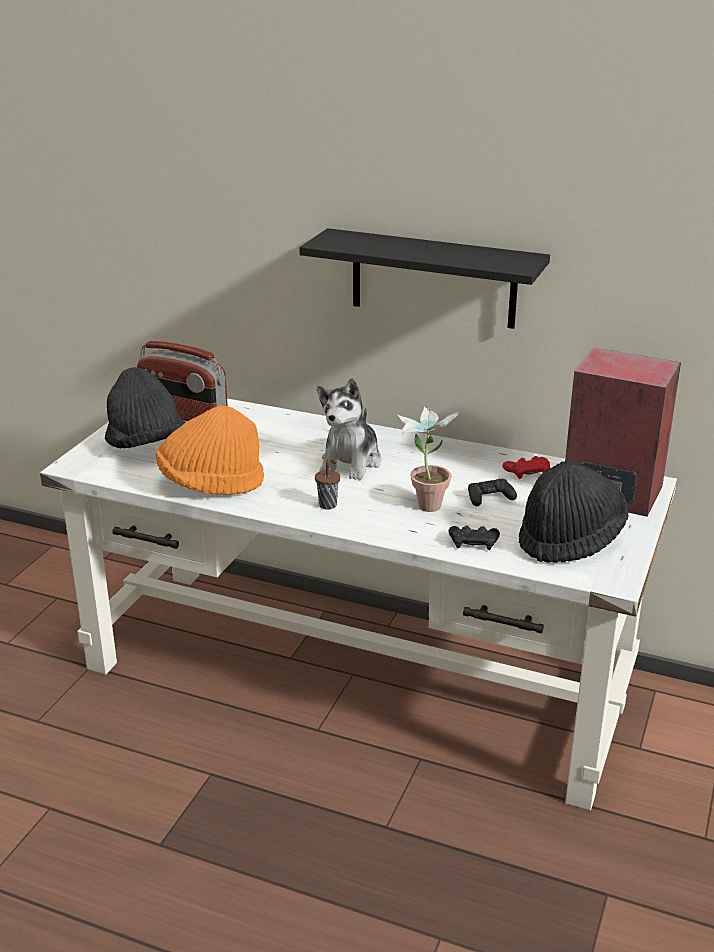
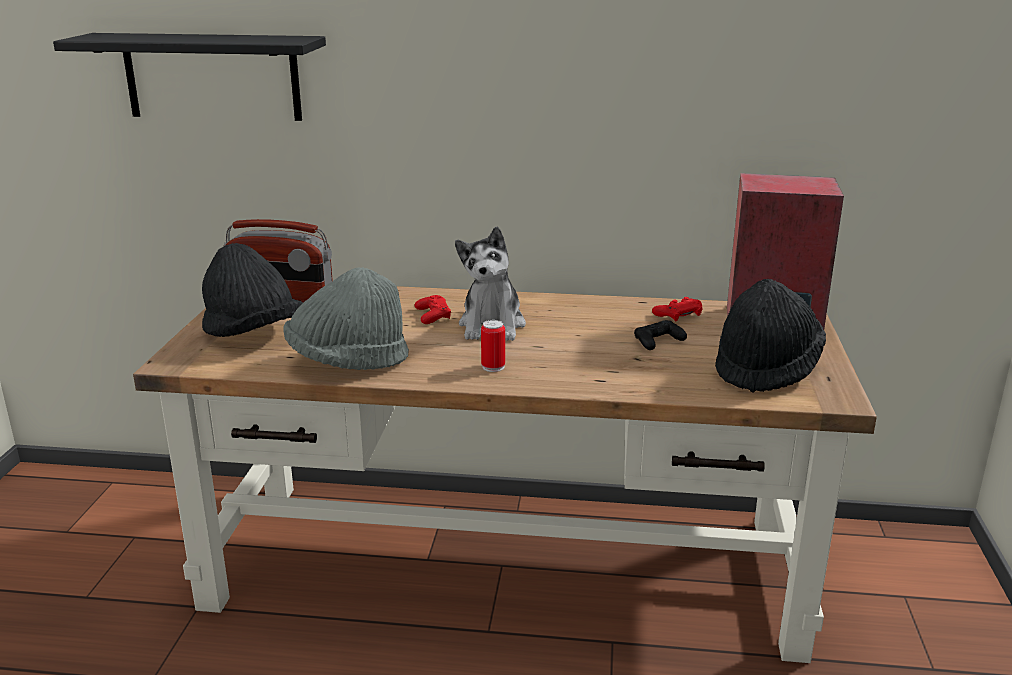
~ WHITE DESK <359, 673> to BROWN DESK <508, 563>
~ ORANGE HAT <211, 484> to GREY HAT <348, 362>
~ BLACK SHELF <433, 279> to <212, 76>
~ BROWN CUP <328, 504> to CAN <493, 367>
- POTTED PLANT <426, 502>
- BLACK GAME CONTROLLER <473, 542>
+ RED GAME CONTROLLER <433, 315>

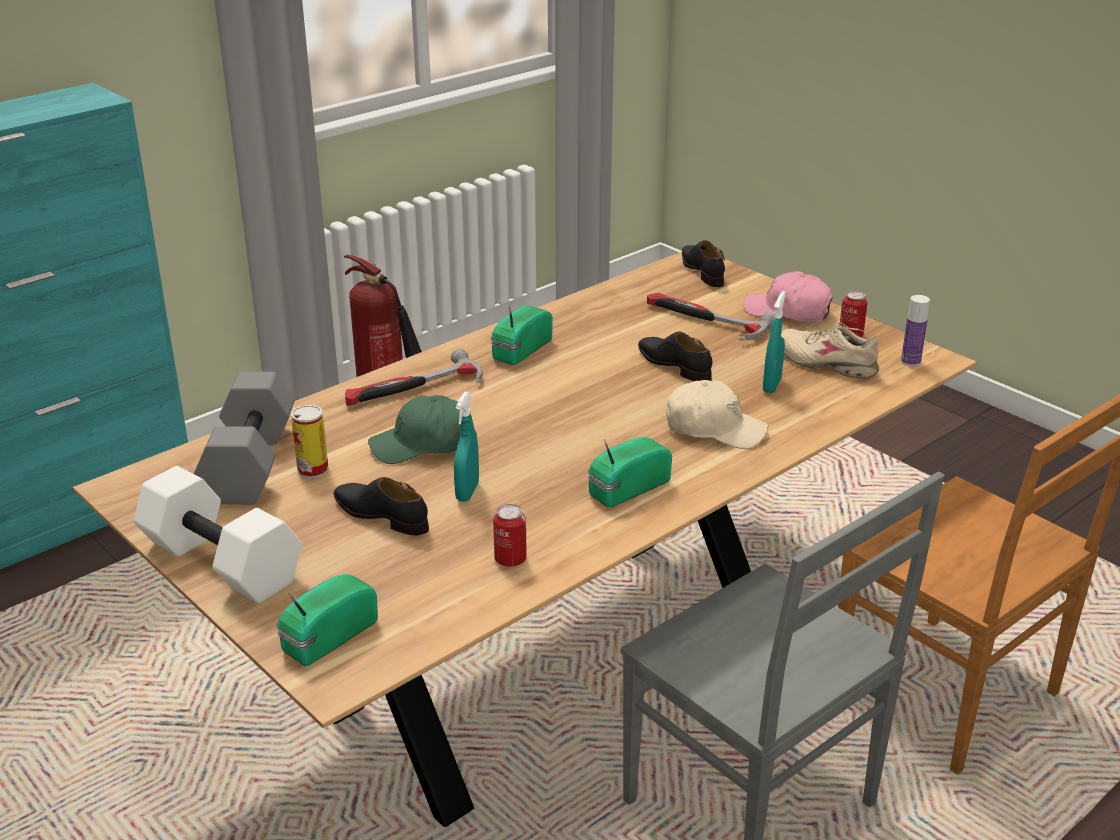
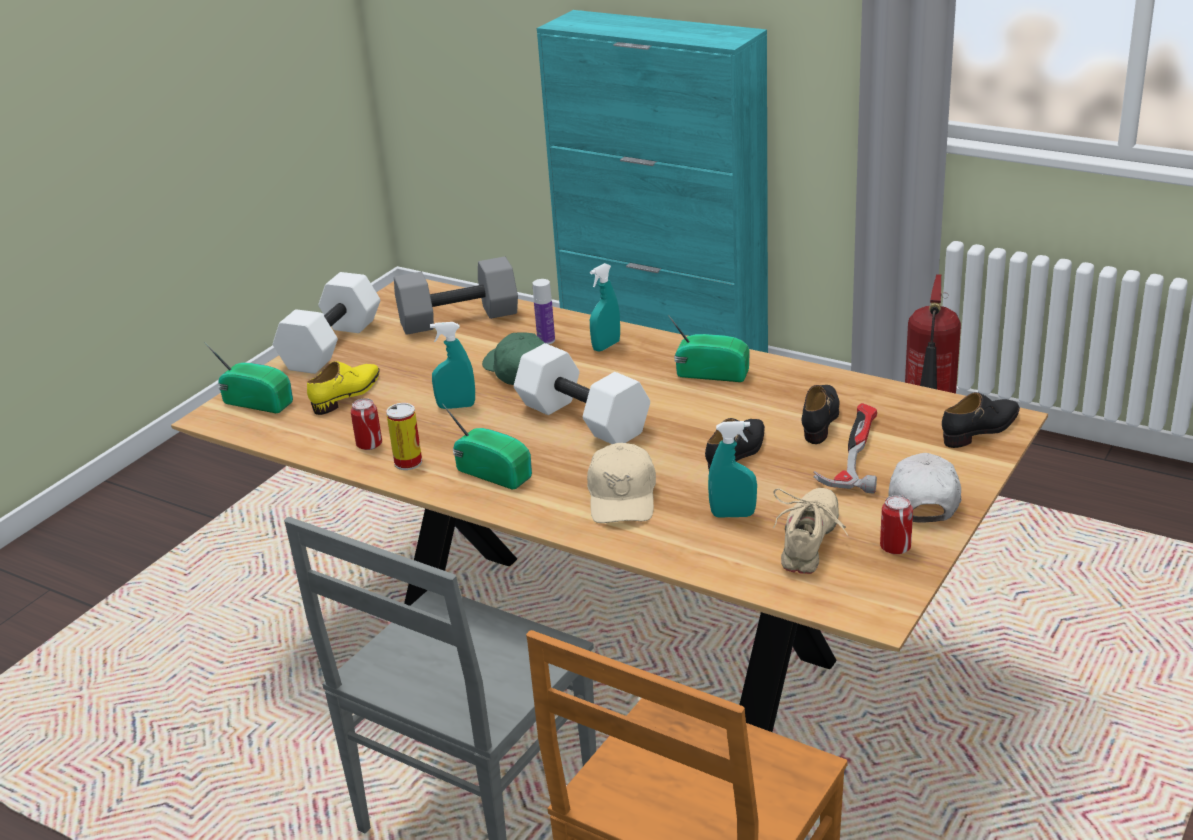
~ CAN <313, 470> to <408, 462>
~ BLACK SHOE <381, 515> to <820, 419>
~ HAMMER <414, 389> to TURQUOISE SPRAY BOTTLE <606, 346>
~ PINK CAP <788, 311> to WHITE CAP <922, 498>
~ BOTTLE <910, 362> to <546, 340>
+ YELLOW SHOE <347, 394>
+ WHITE DUMBBELL <580, 419>

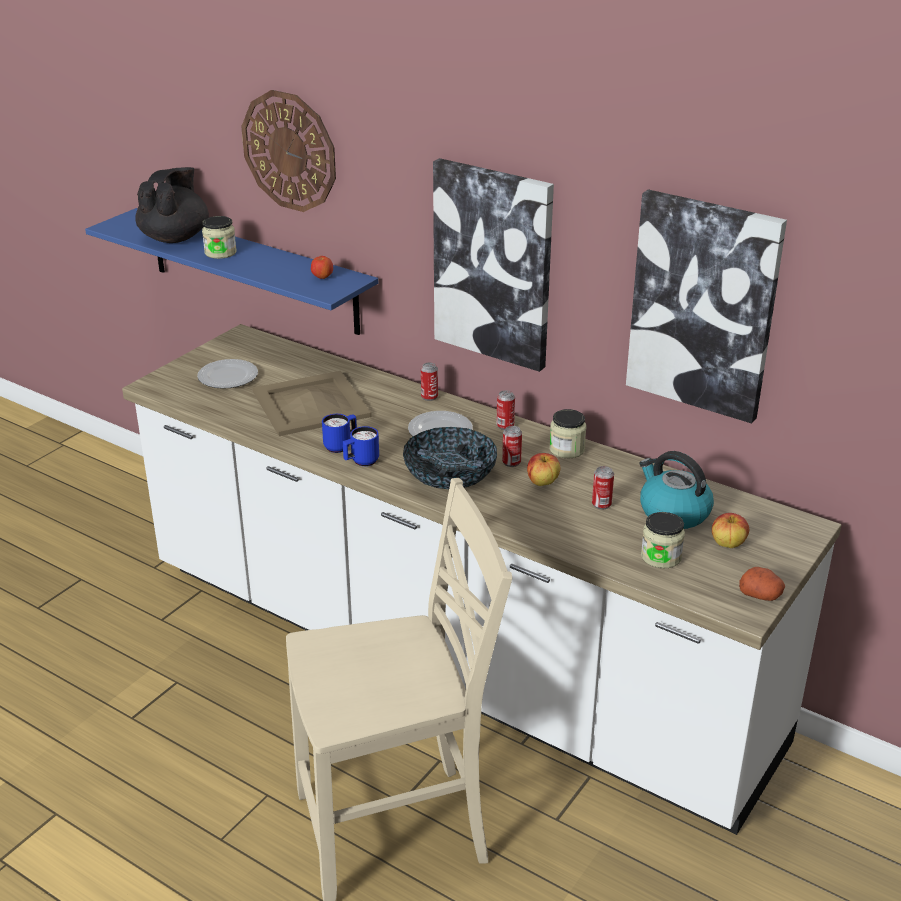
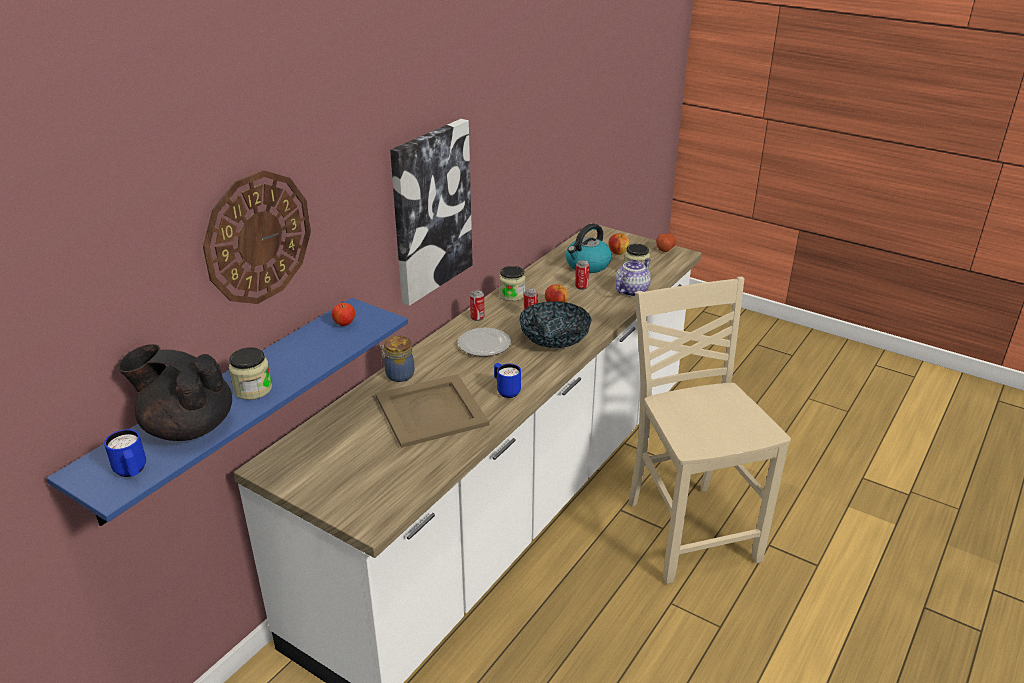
- PLATE <228, 377>
~ BLUE MUG <361, 462> to <132, 472>
- CAN <429, 397>
- PICTURE <703, 305>
+ JAR <398, 375>
+ TEAPOT <632, 290>

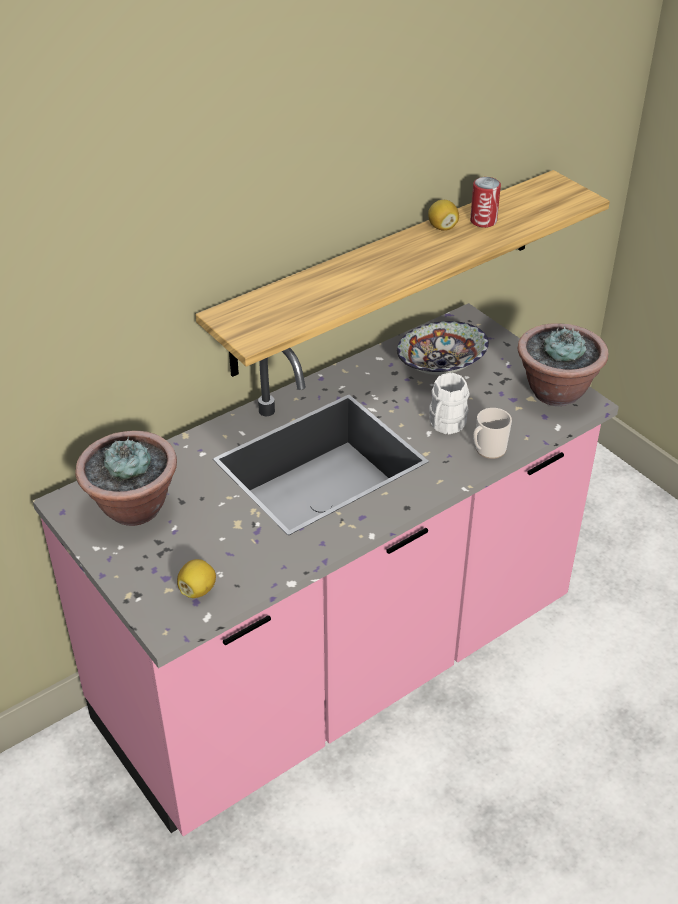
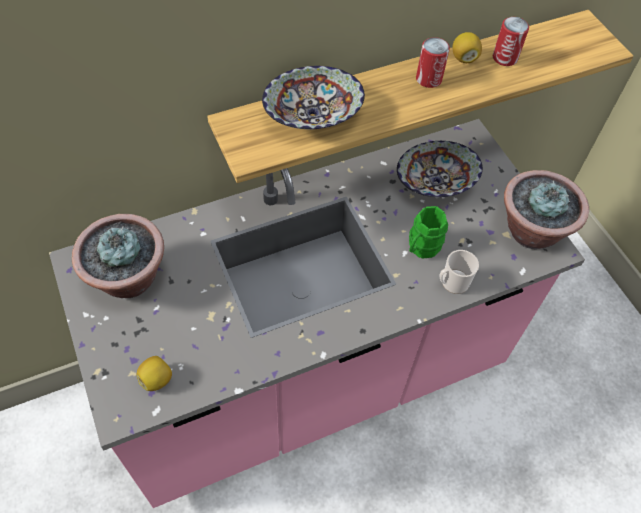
~ WHITE MUG <445, 425> to GREEN MUG <421, 247>
+ BOWL <312, 116>
+ CAN <428, 79>

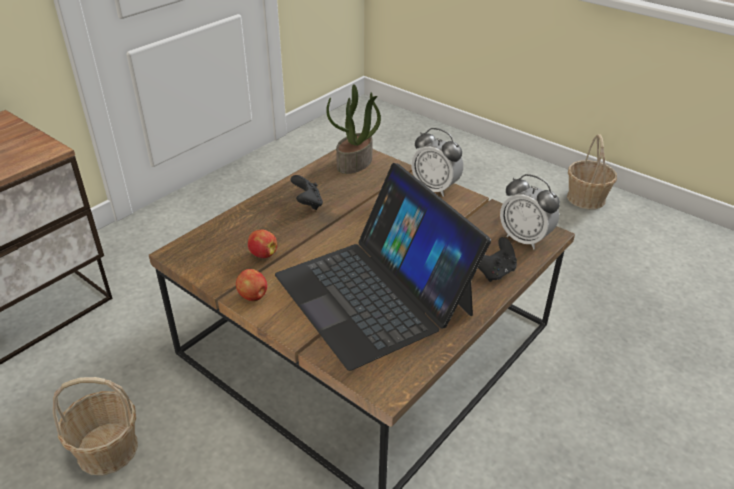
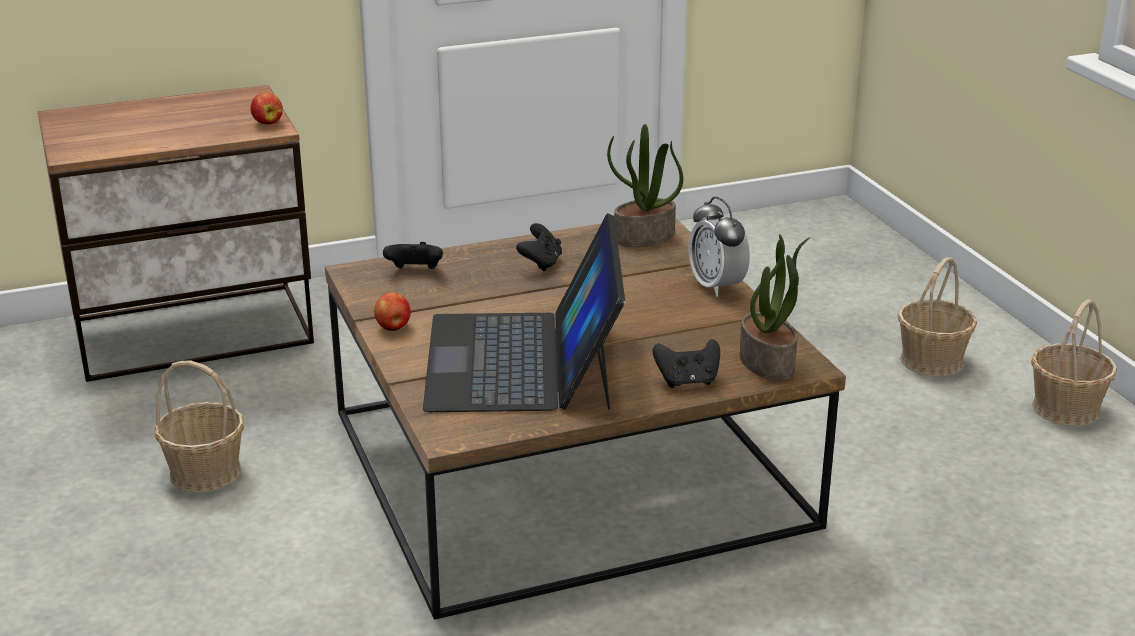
~ APPLE <263, 254> to <267, 123>
~ ALARM CLOCK <524, 239> to POTTED PLANT <768, 363>
+ BLACK GAME CONTROLLER <415, 272>
+ BASKET <932, 361>

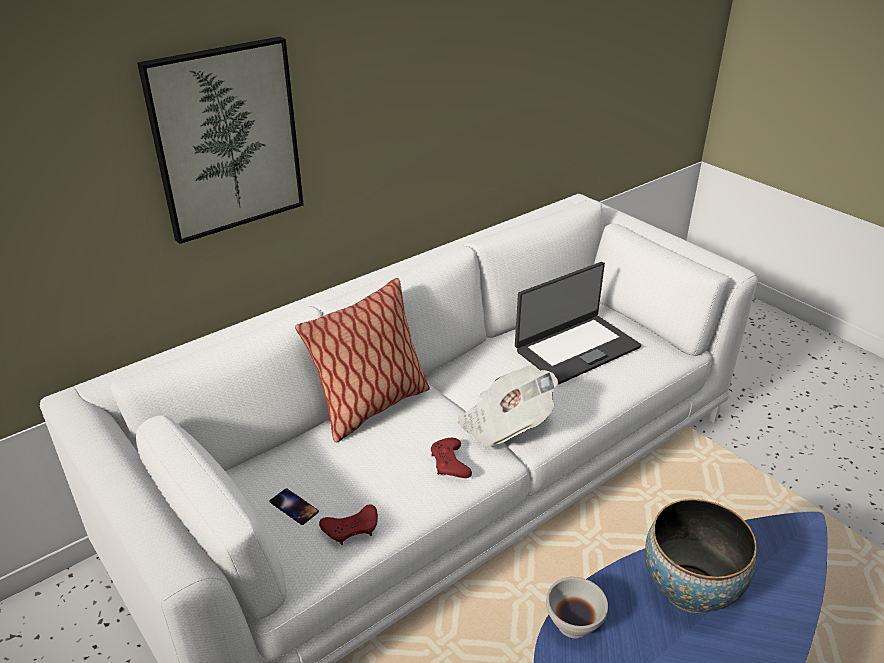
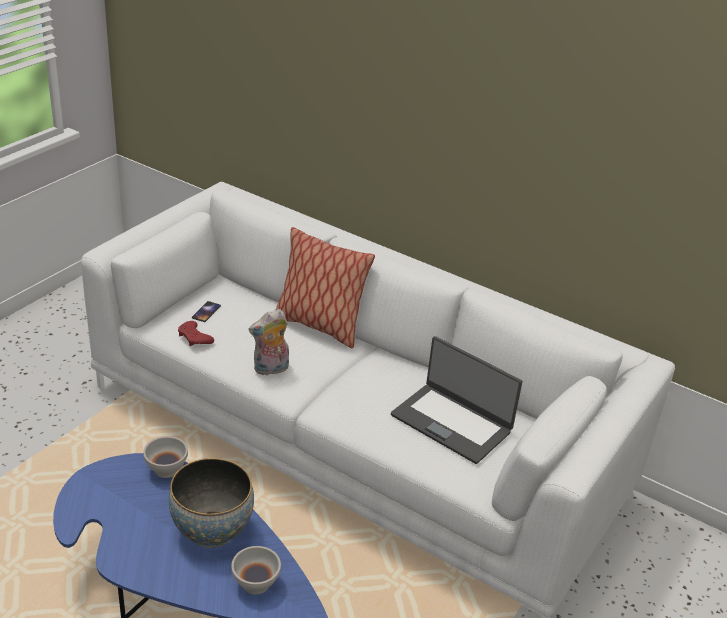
- PICTURE <226, 139>
~ RED GAME CONTROLLER <450, 463> to PLUSH TOY <271, 369>
- NEWSPAPER <505, 425>
+ WHITE BOWL <255, 584>

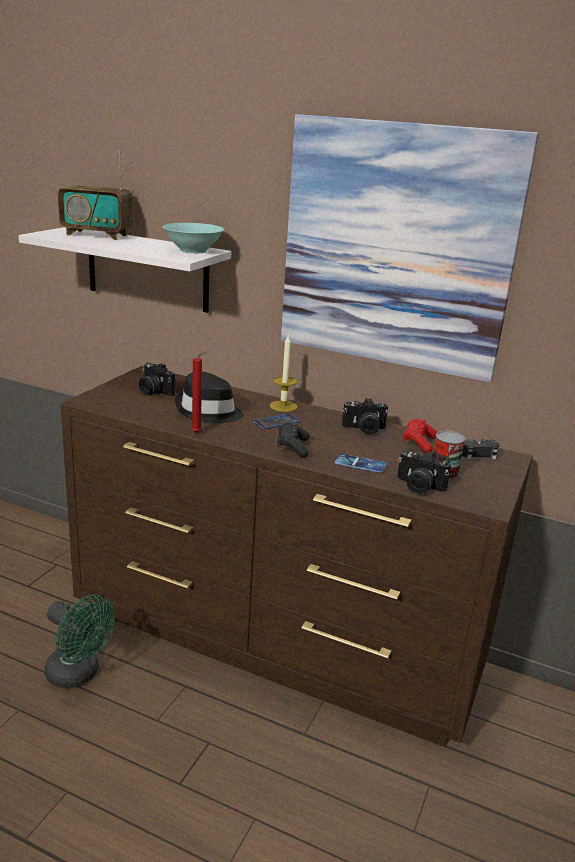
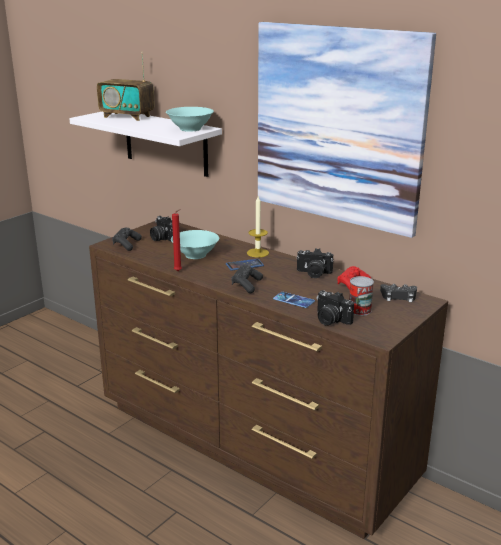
- GREEN FAN <79, 675>
~ BLACK HAT <208, 411> to TURQUOISE BOWL <195, 255>
+ BLACK GAME CONTROLLER <126, 245>

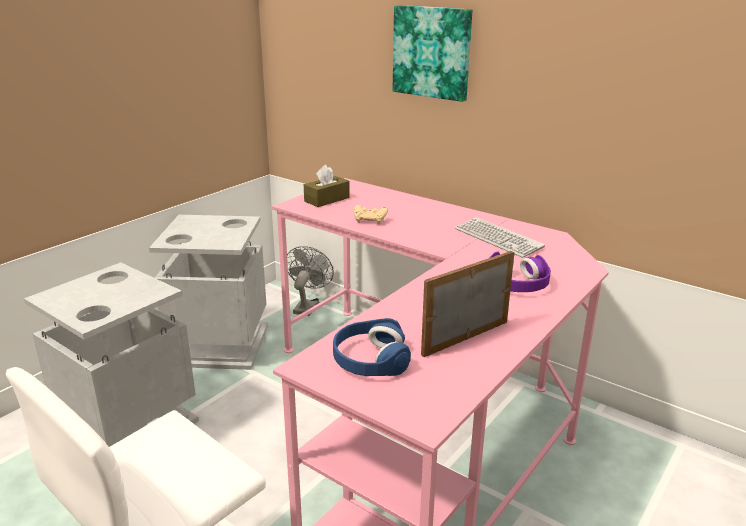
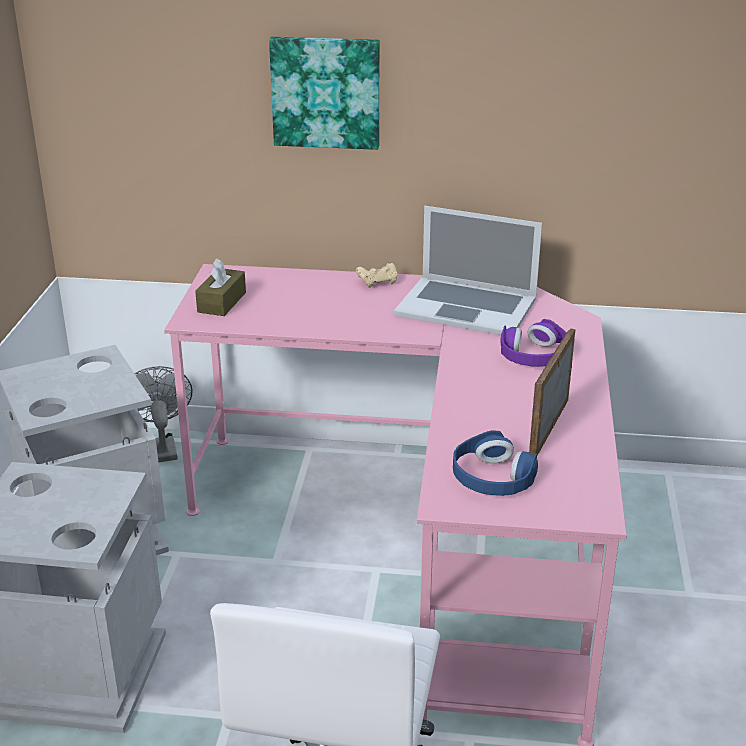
~ BEIGE GAME CONTROLLER <370, 221> to <378, 282>
~ KEYBOARD <498, 238> to LAPTOP <466, 306>

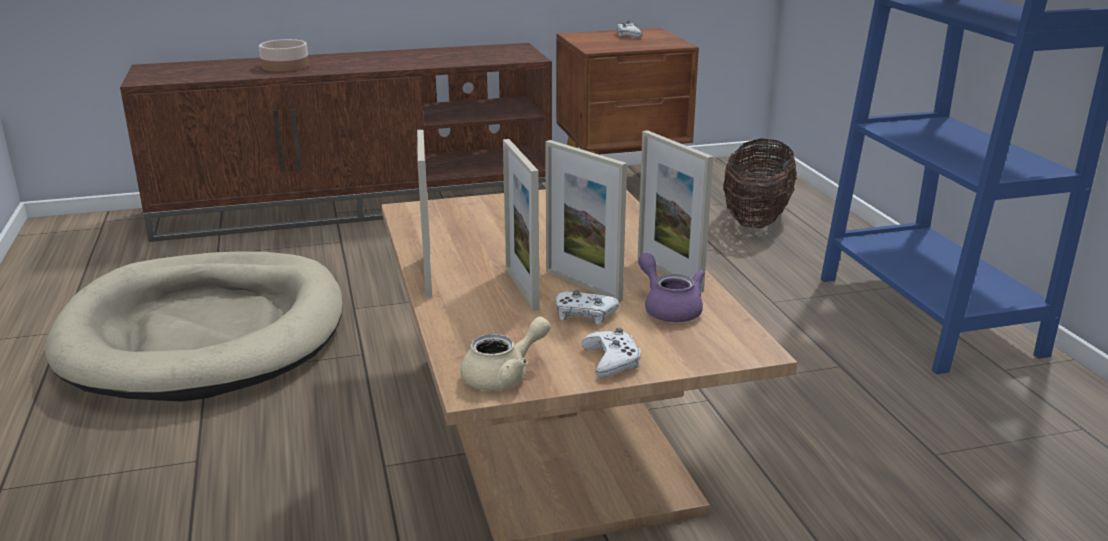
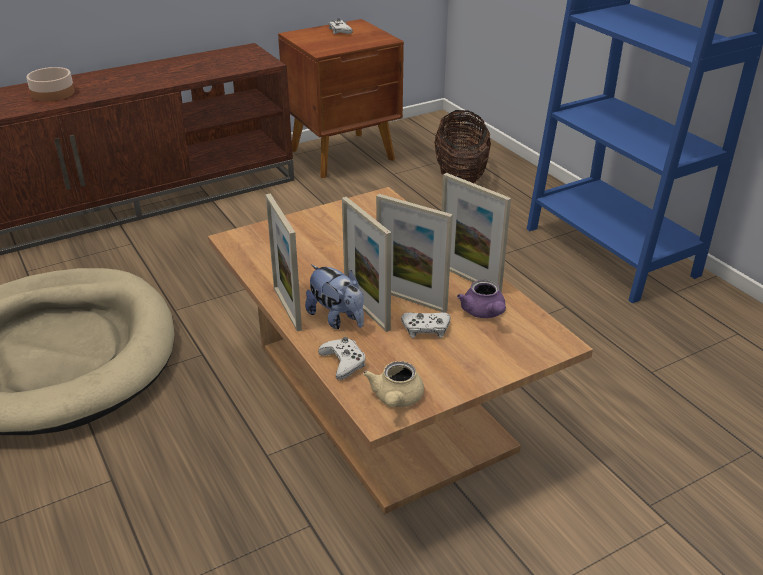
~ BEIGE TEAPOT <504, 376> = <396, 399> 150 degrees clockwise
~ WHITE GAME CONTROLLER <612, 361> to <343, 362>
~ PURPLE TEAPOT <669, 308> = <484, 313> 150 degrees counterclockwise
+ PLUSH TOY <337, 319>

